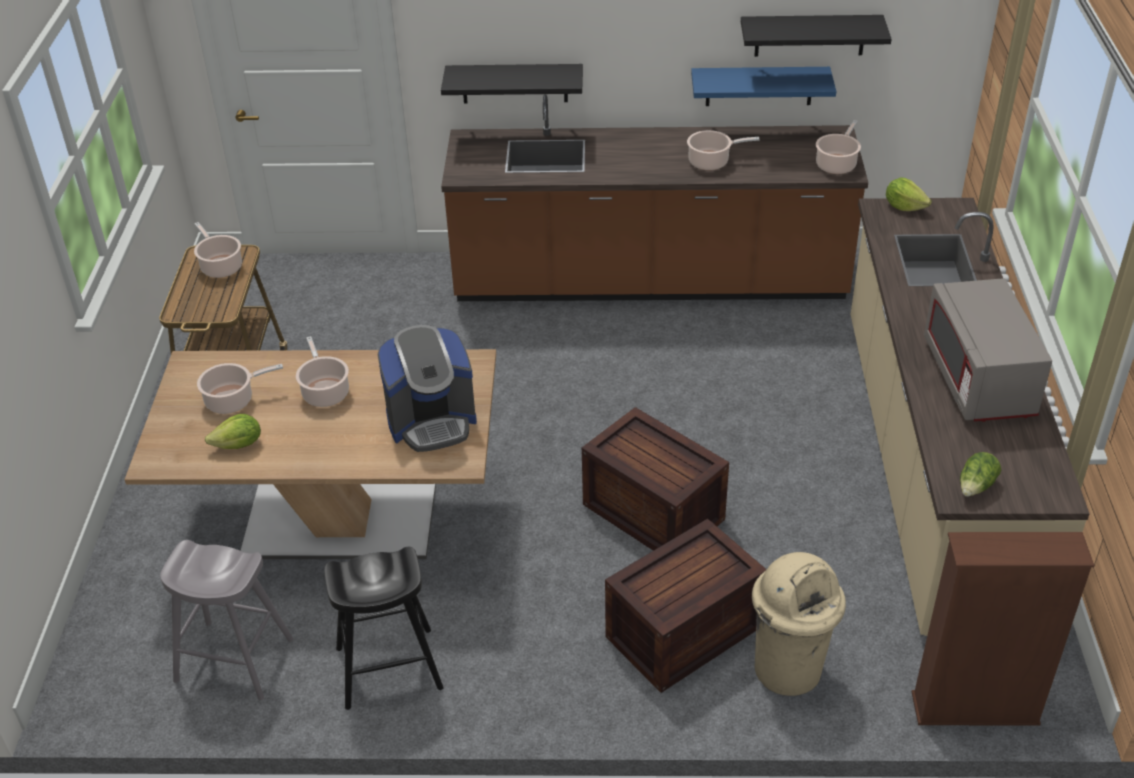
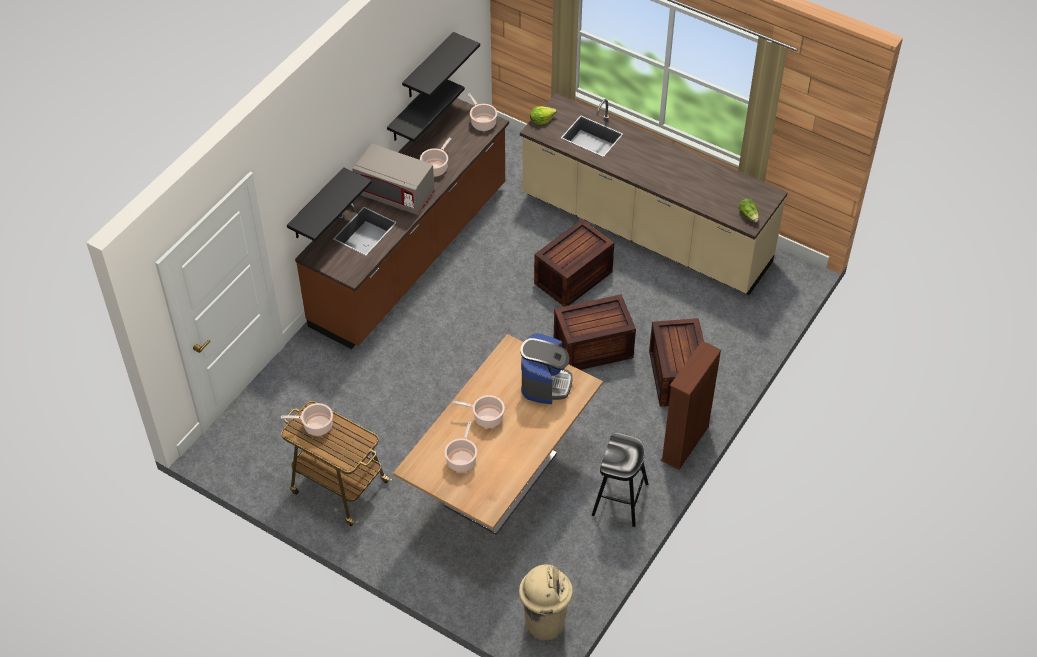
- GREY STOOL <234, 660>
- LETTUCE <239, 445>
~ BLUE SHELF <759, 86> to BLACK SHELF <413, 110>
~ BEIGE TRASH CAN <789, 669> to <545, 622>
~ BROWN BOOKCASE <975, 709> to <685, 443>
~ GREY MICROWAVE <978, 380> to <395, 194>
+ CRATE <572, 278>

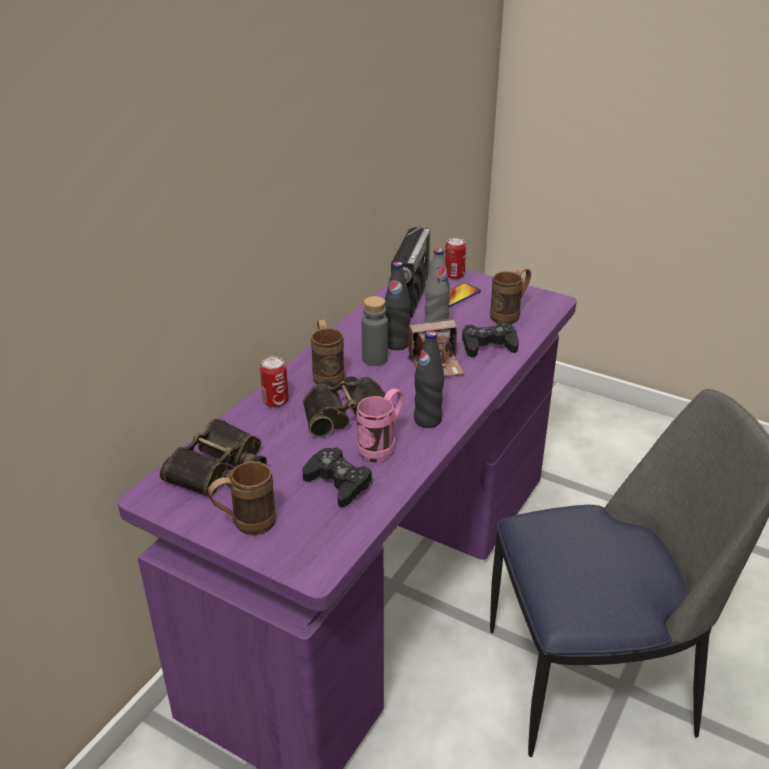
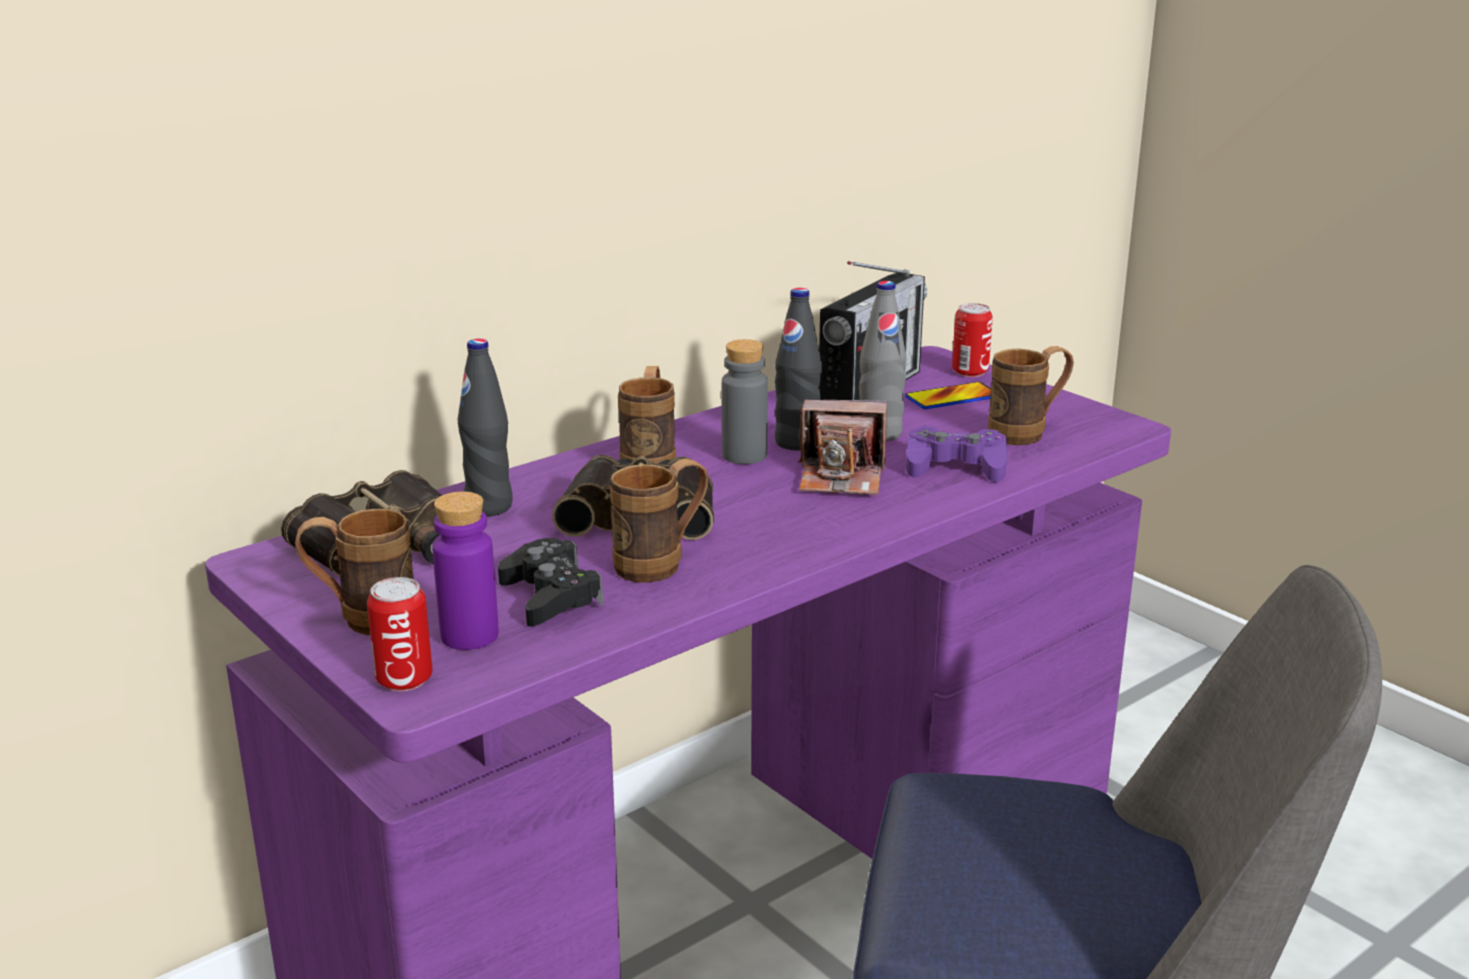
~ CAN <276, 401> to <404, 679>
~ PINK MUG <382, 447> to BROWN MUG <662, 564>
~ BLACK BOTTLE <427, 420> to <489, 507>
~ BLACK GAME CONTROLLER <488, 345> to PURPLE GAME CONTROLLER <955, 466>
+ PURPLE BOTTLE <469, 636>

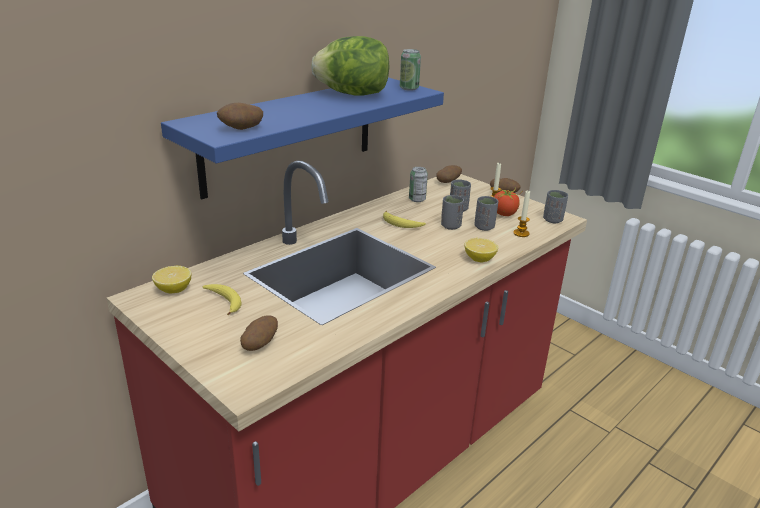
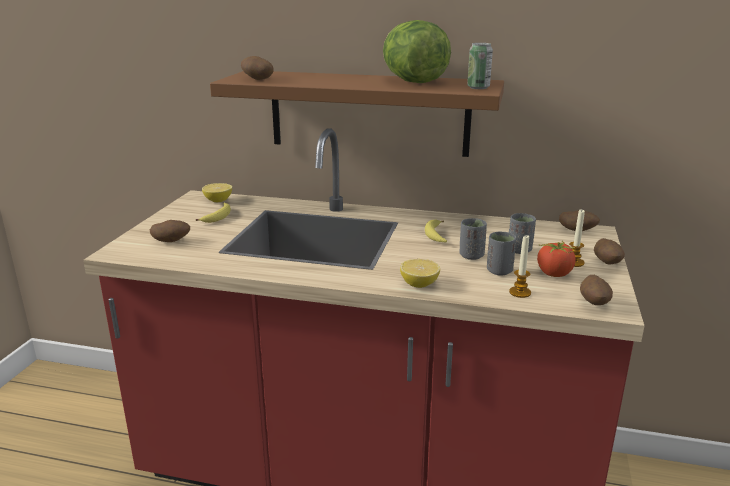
~ BLUE SHELF <290, 135> to BROWN SHELF <368, 113>
- CAN <417, 199>
~ GREY CUP <552, 220> to POTATO <594, 303>

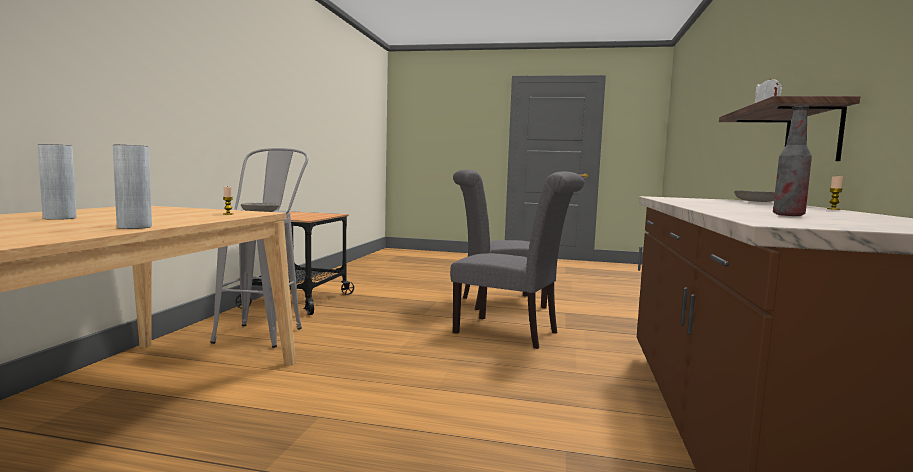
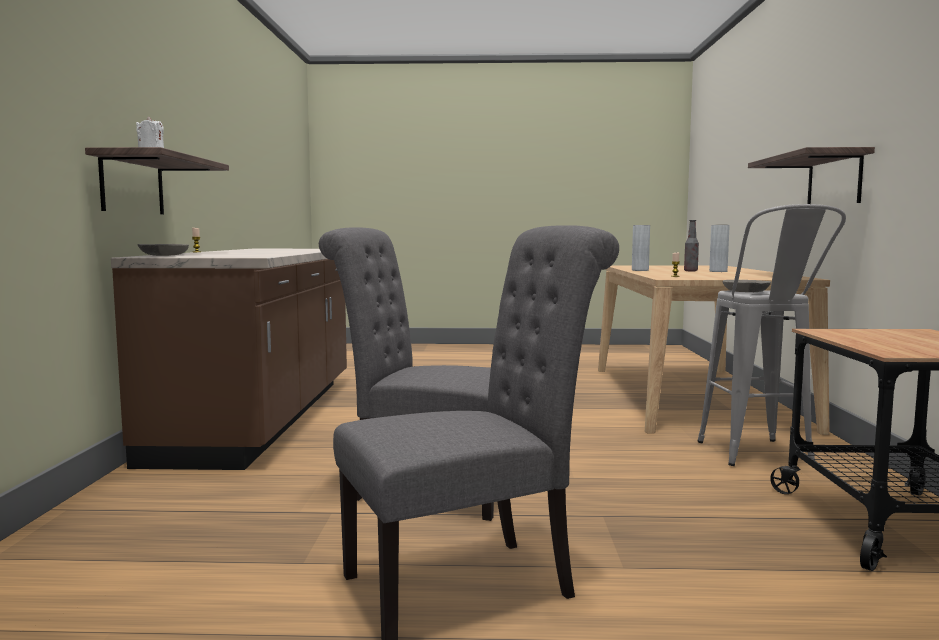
~ BOTTLE <788, 215> to <690, 271>
+ SHELF <834, 180>

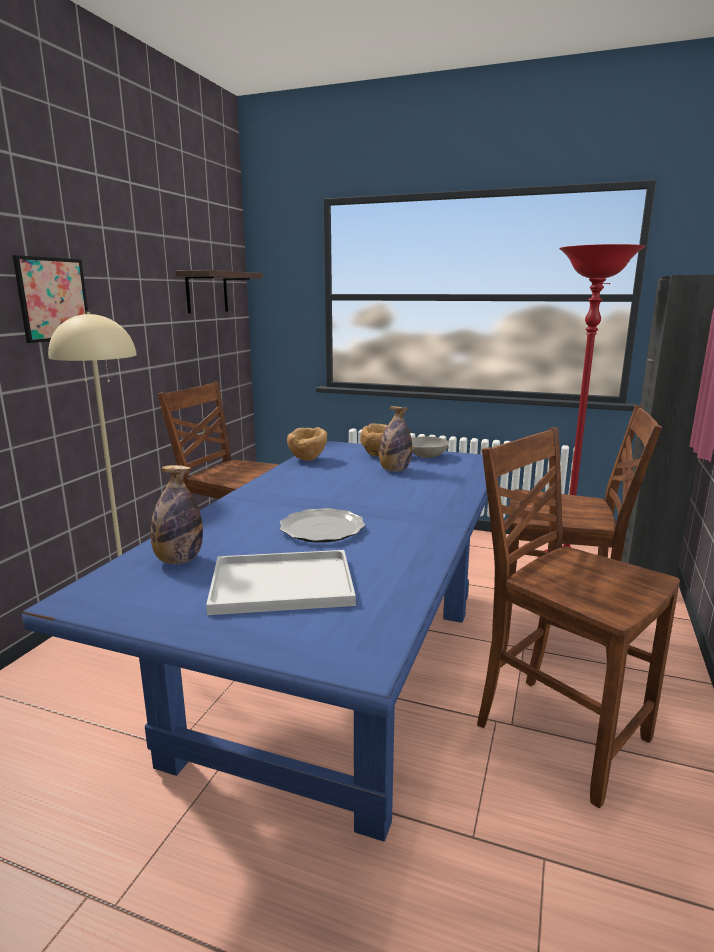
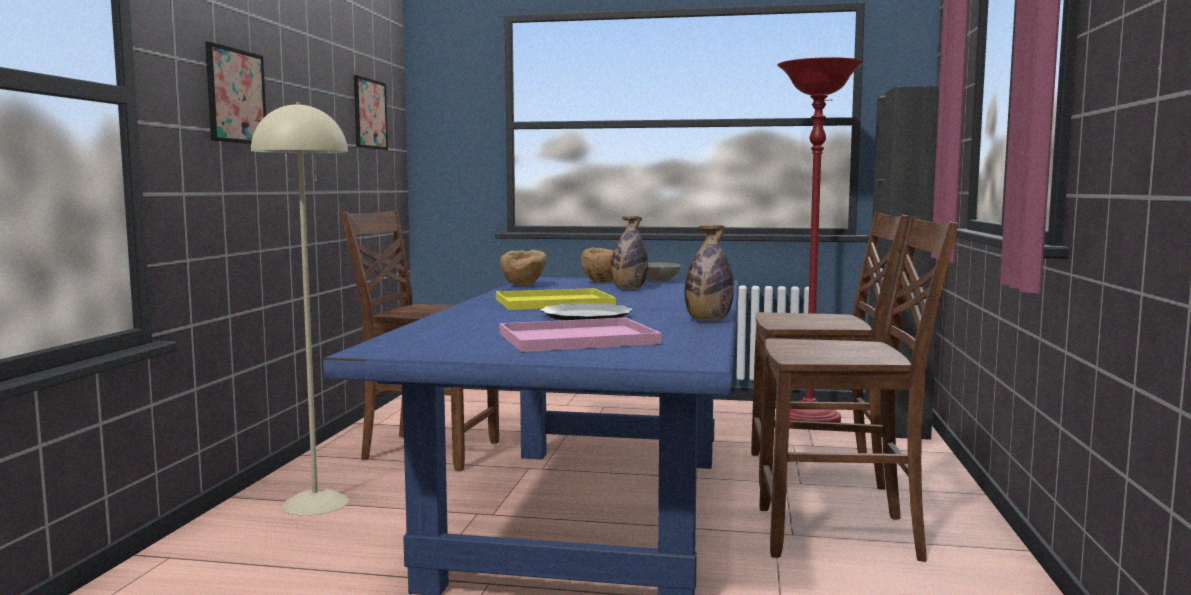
~ BOTTLE <178, 560> to <708, 320>
~ SHELF <207, 292> to PICTURE <370, 114>
~ WHITE TRAY <285, 583> to PINK TRAY <580, 338>
~ BROWN CHAIR <558, 731> = <842, 535> 150 degrees clockwise
+ YELLOW TRAY <556, 302>

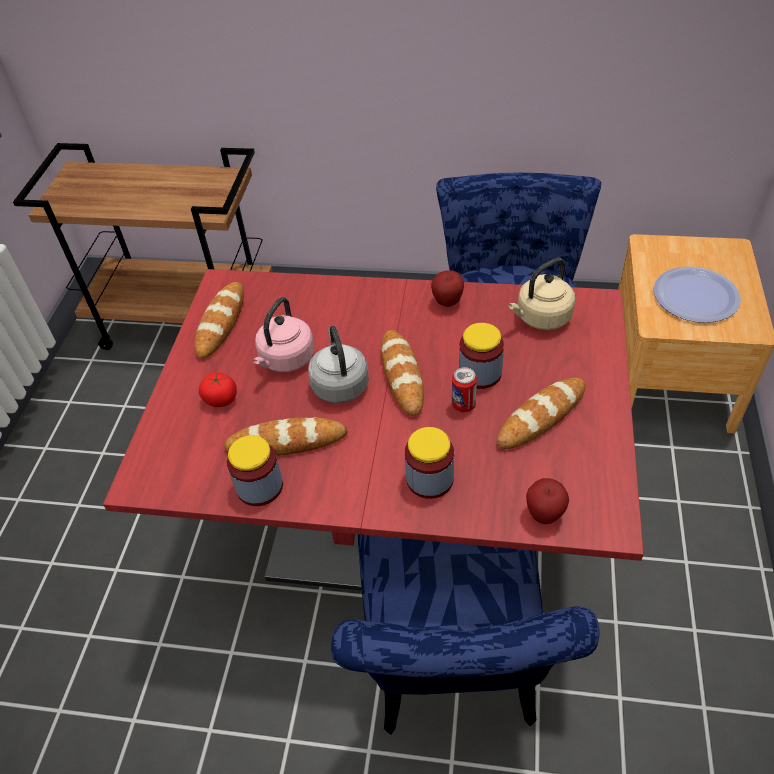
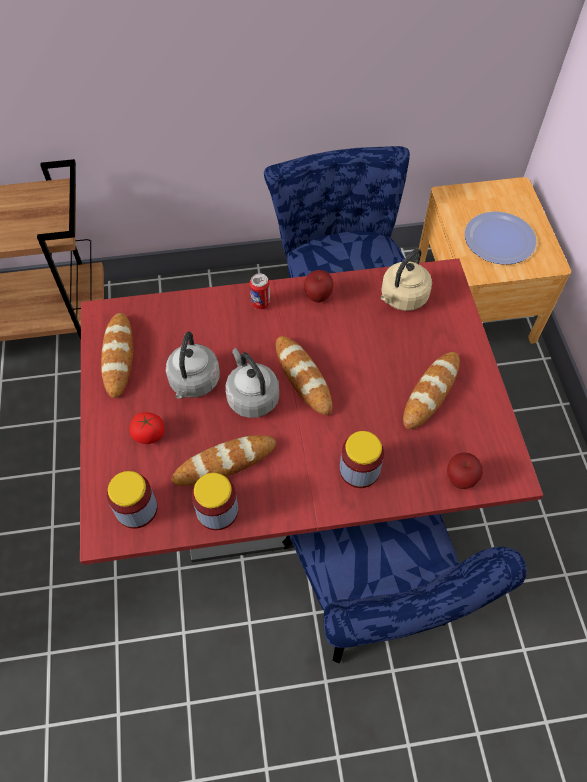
~ PINK KETTLE <285, 360> to GREY KETTLE <194, 383>
~ CAN <463, 405> to <260, 303>
~ JAR <480, 373> to <136, 509>

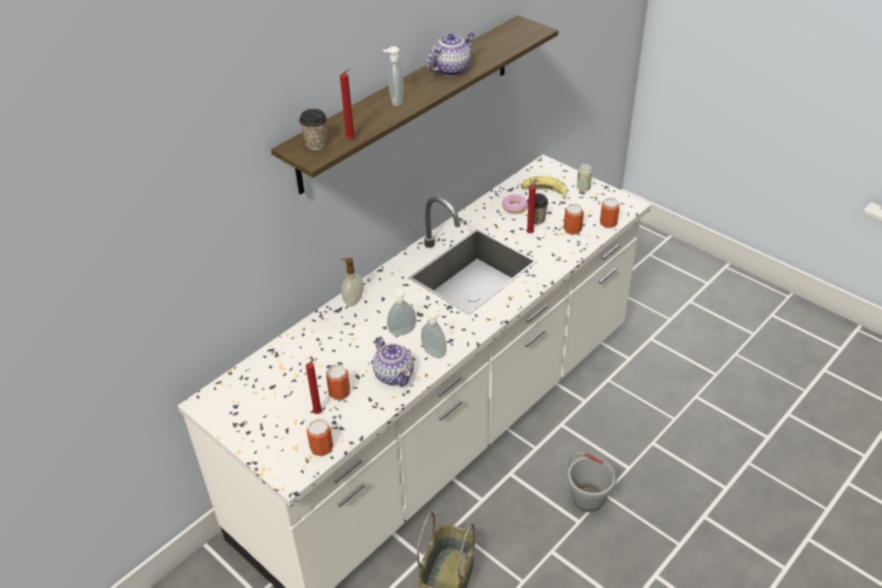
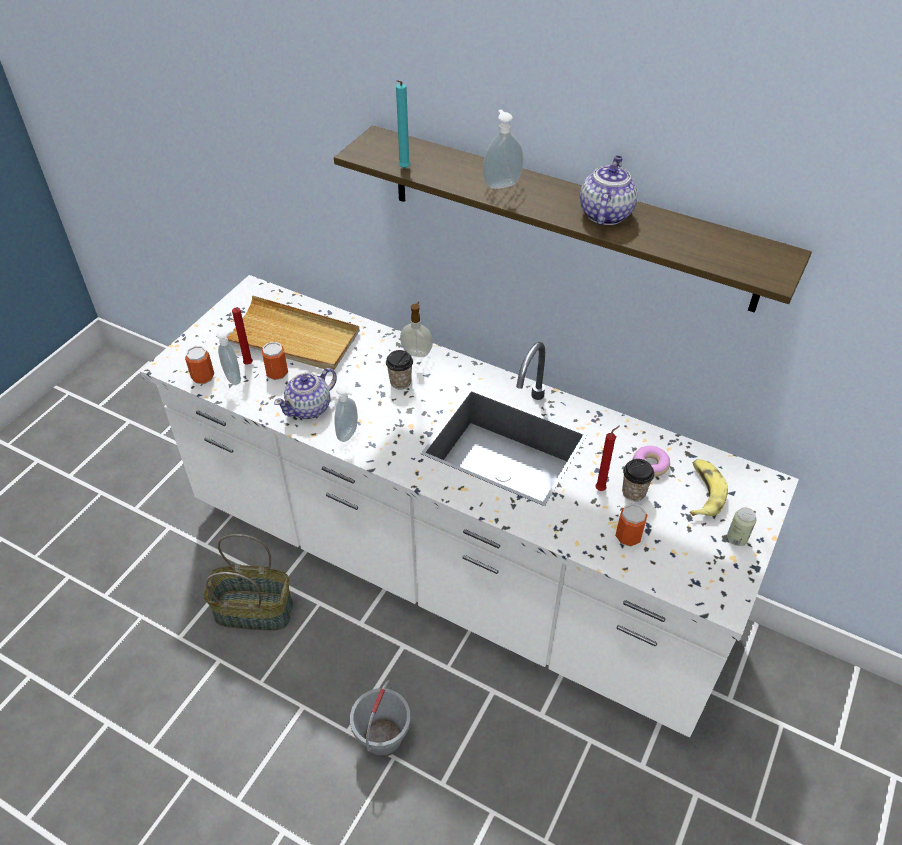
~ CUP <316, 144> to <400, 382>
~ RED CANDLE <351, 140> to TURQUOISE CANDLE <403, 169>
~ SOAP DISPENSER <402, 331> to <234, 378>
~ TEAPOT <451, 69> = <605, 213> 105 degrees counterclockwise
- CAN <608, 223>
+ BEIGE TRAY <292, 338>

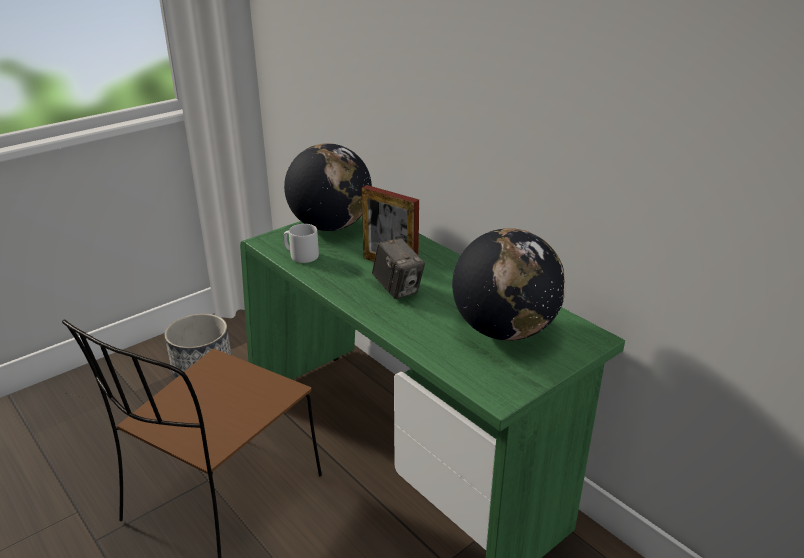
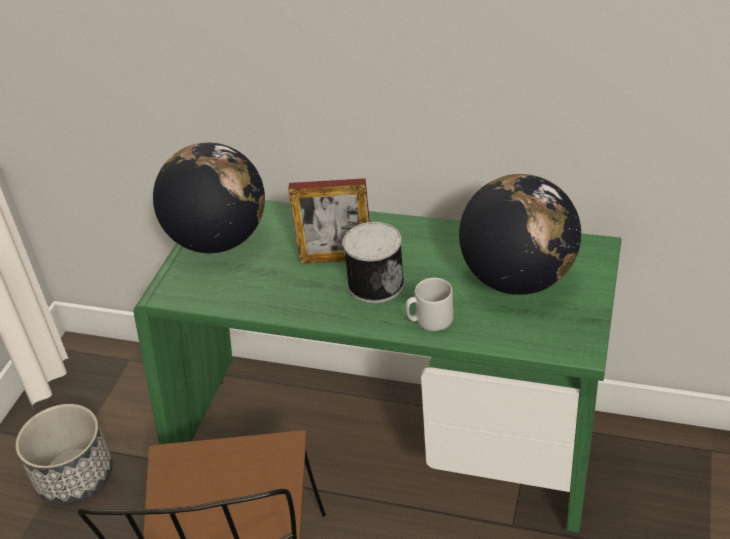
~ GREY MUG <301, 256> to <429, 320>
~ PHOTO CAMERA <398, 289> to CAN <375, 283>

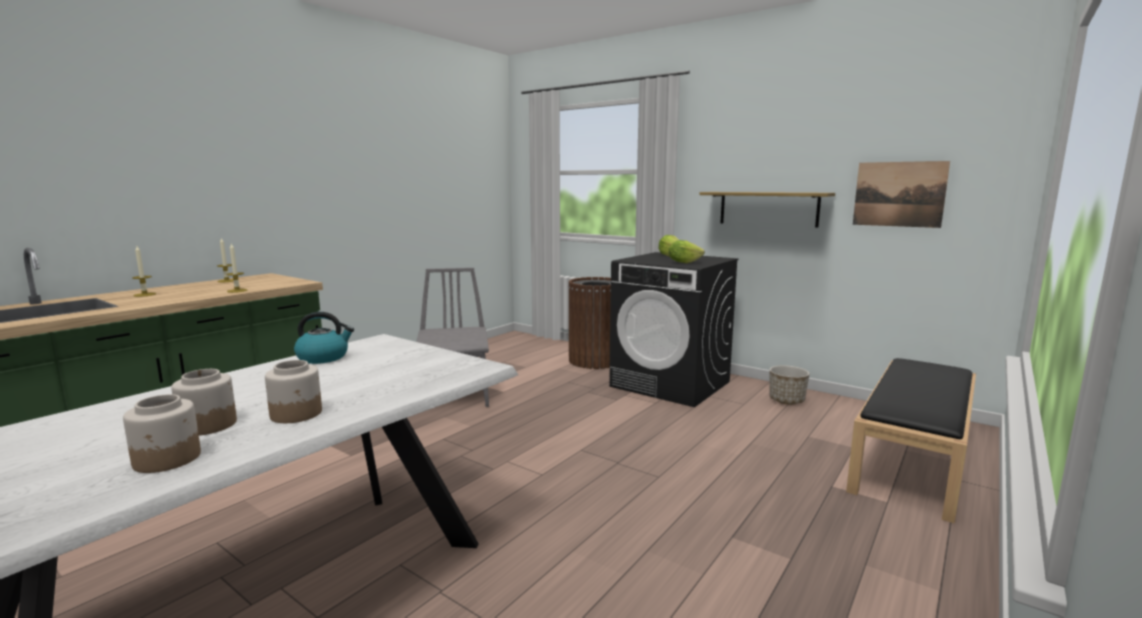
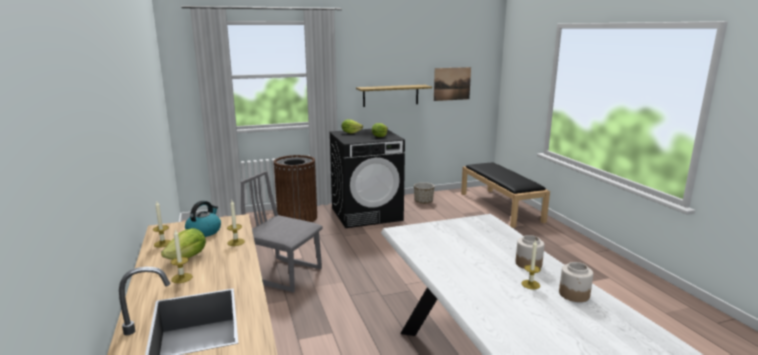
~ JAR <208, 425> to CANDLE <530, 284>
~ KETTLE <324, 357> to <204, 231>
+ LETTUCE <188, 257>

